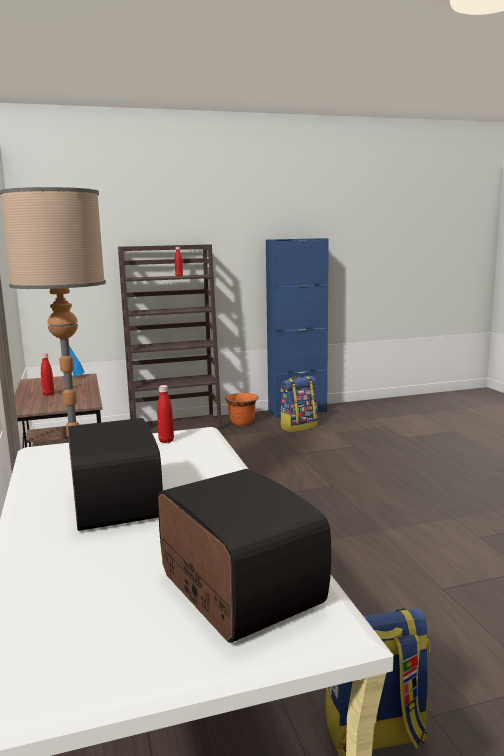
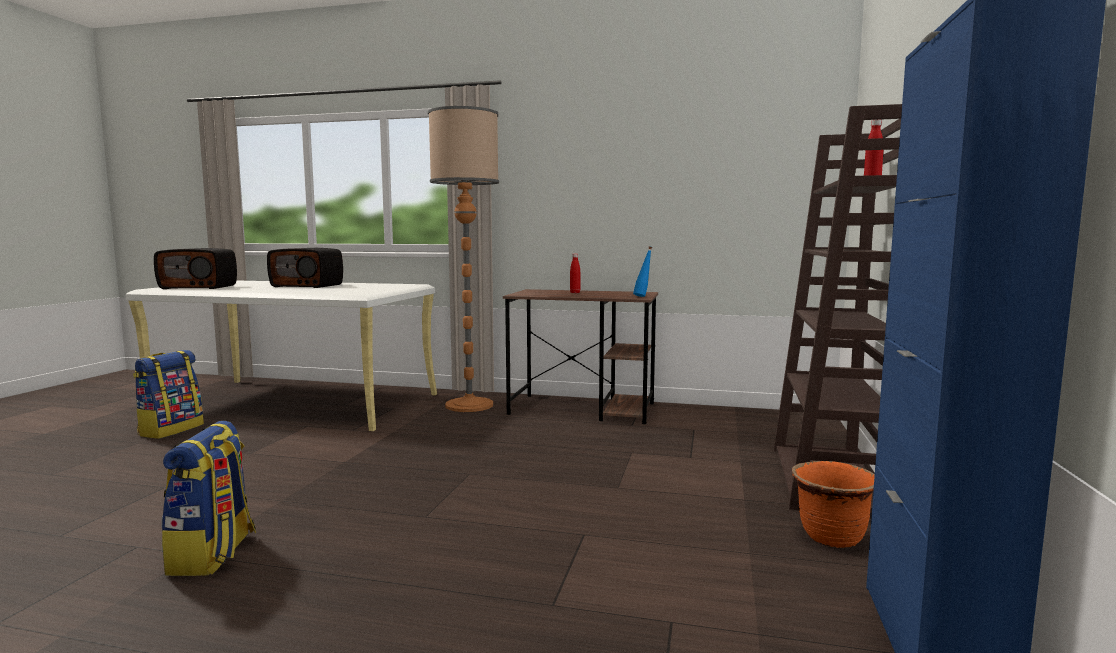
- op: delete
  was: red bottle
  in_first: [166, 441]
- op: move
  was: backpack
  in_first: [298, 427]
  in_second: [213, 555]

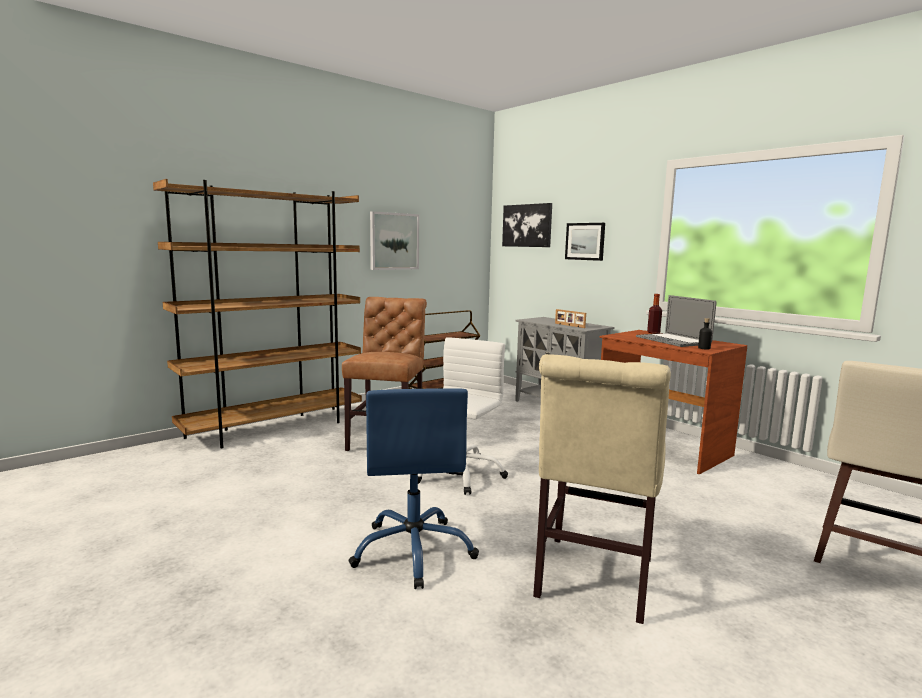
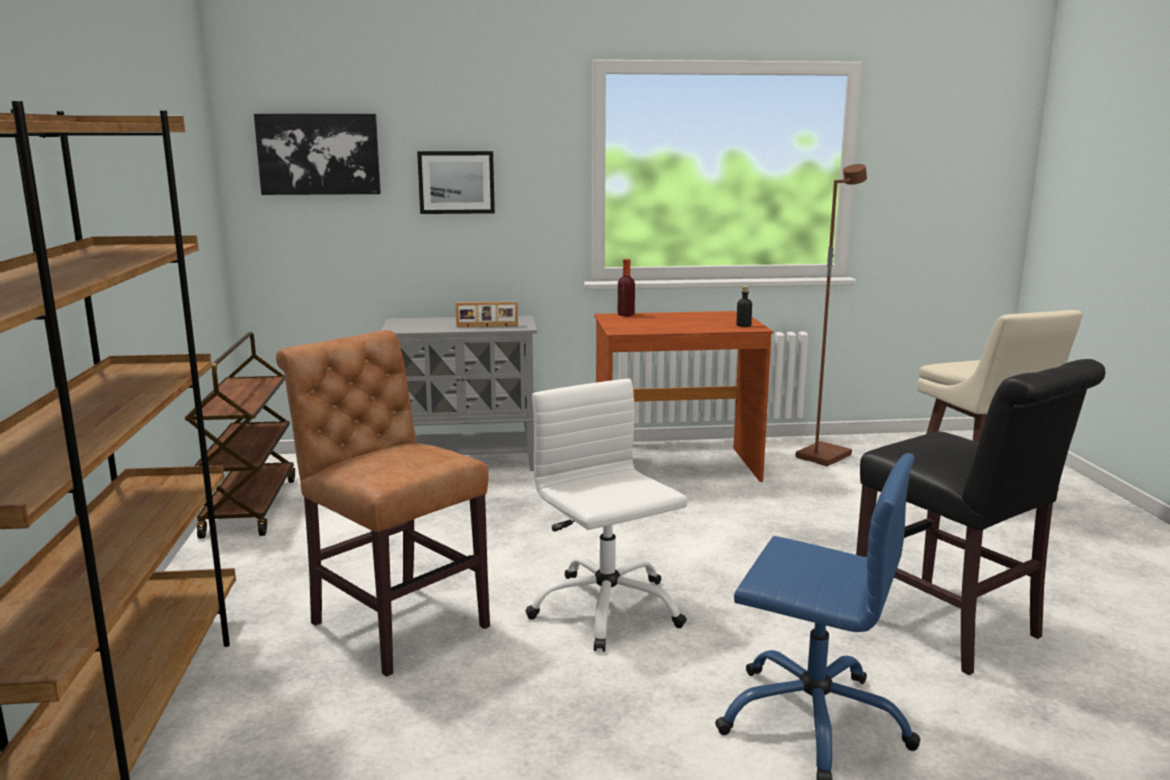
- op: delete
  was: picture
  in_first: [394, 241]
- op: recolor
  was: beige chair
  now: black chair
  in_first: [592, 581]
  in_second: [952, 630]
- op: delete
  was: laptop
  in_first: [672, 340]
- op: insert
  now: brown floor lamp
  in_second: [822, 456]

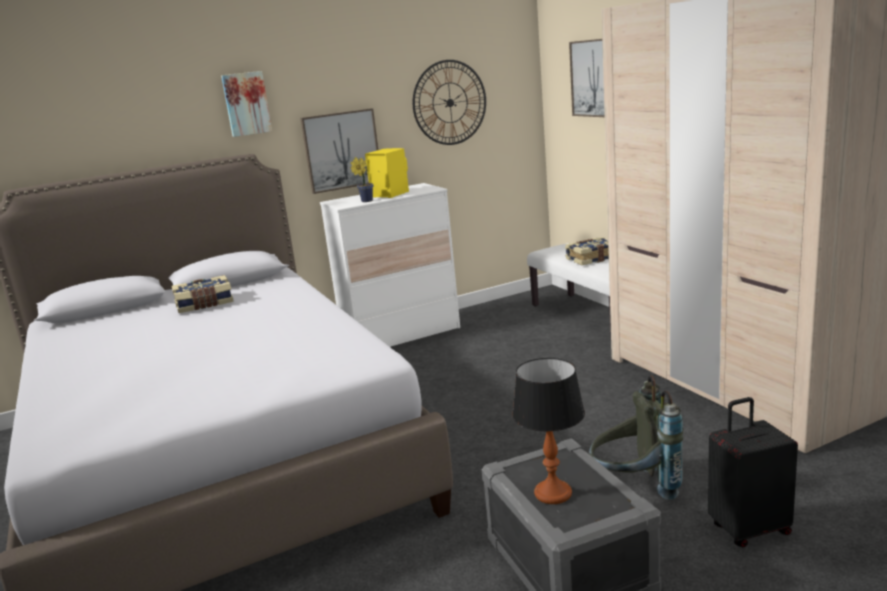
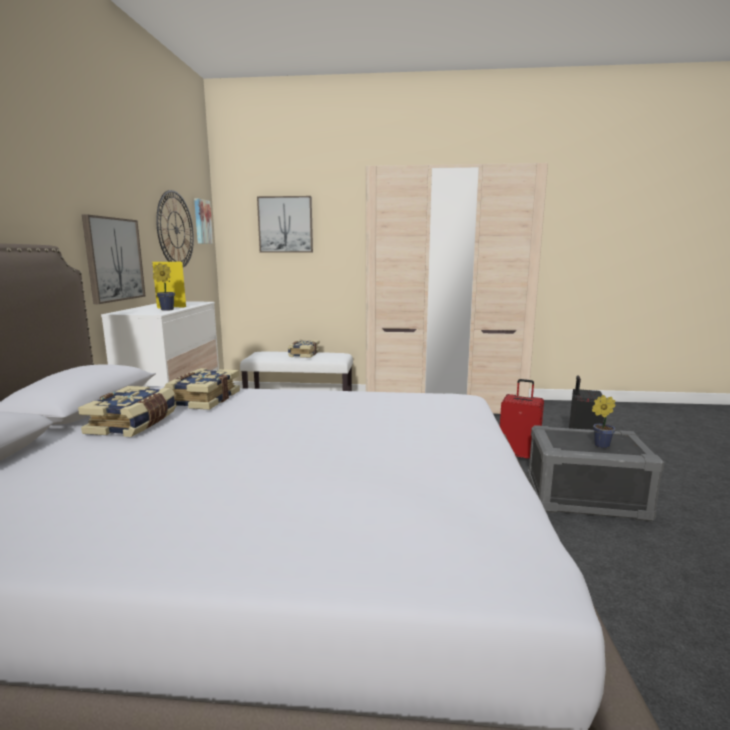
- op: move
  was: picture
  in_first: [246, 103]
  in_second: [202, 221]
- op: replace
  was: table lamp
  now: potted plant
  in_first: [553, 493]
  in_second: [599, 445]
- op: replace
  was: grey backpack
  now: red suitcase
  in_first: [635, 487]
  in_second: [519, 457]
- op: insert
  now: book
  in_second: [203, 400]

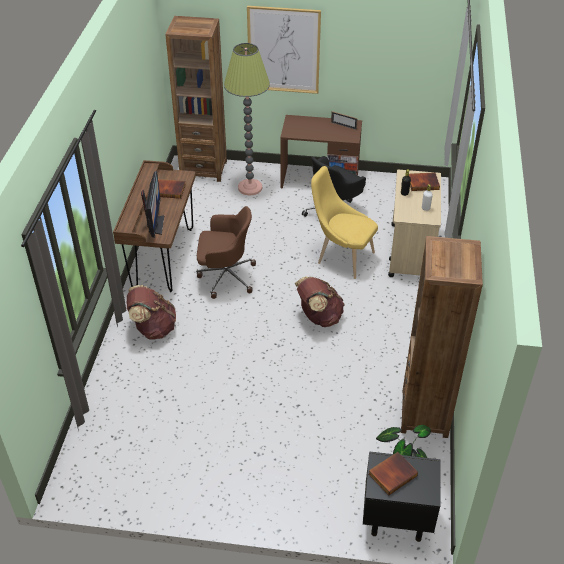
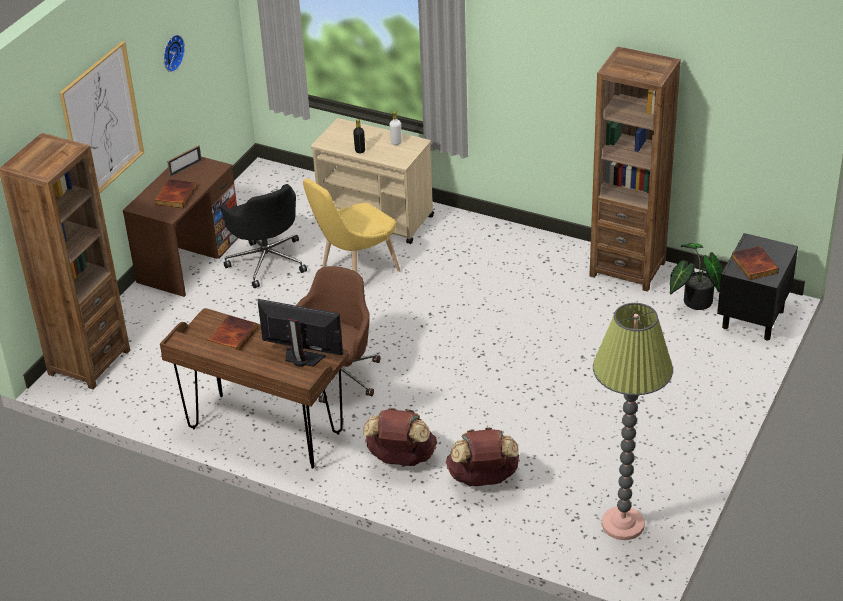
- op: move
  was: floor lamp
  in_first: [250, 188]
  in_second: [623, 524]
- op: move
  was: brown backpack
  in_first: [319, 317]
  in_second: [483, 479]
- op: move
  was: book
  in_first: [423, 183]
  in_second: [175, 195]
- op: insert
  now: wall clock
  in_second: [171, 52]

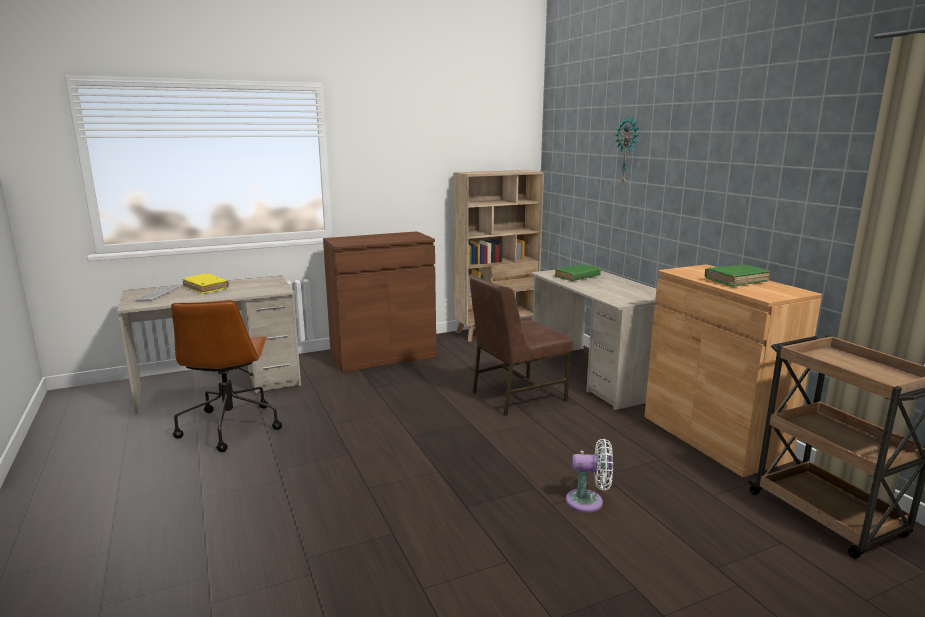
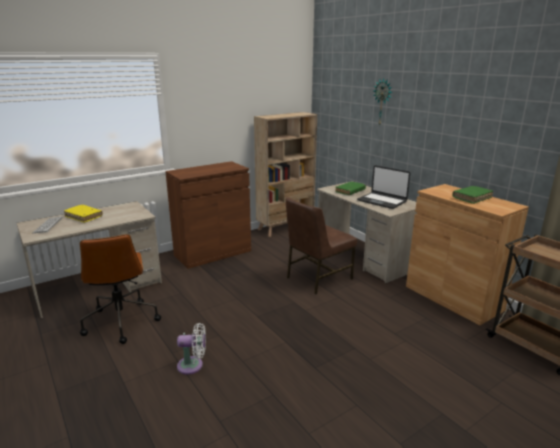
- op: move
  was: white fan
  in_first: [588, 502]
  in_second: [193, 365]
- op: insert
  now: laptop
  in_second: [382, 201]

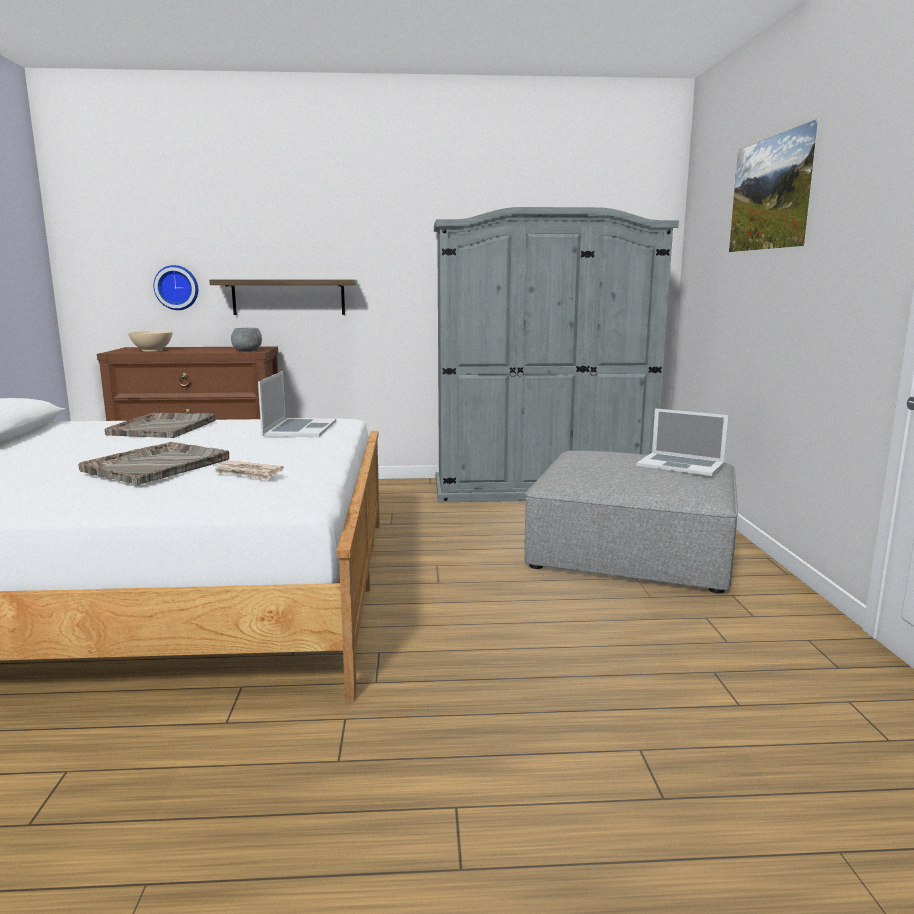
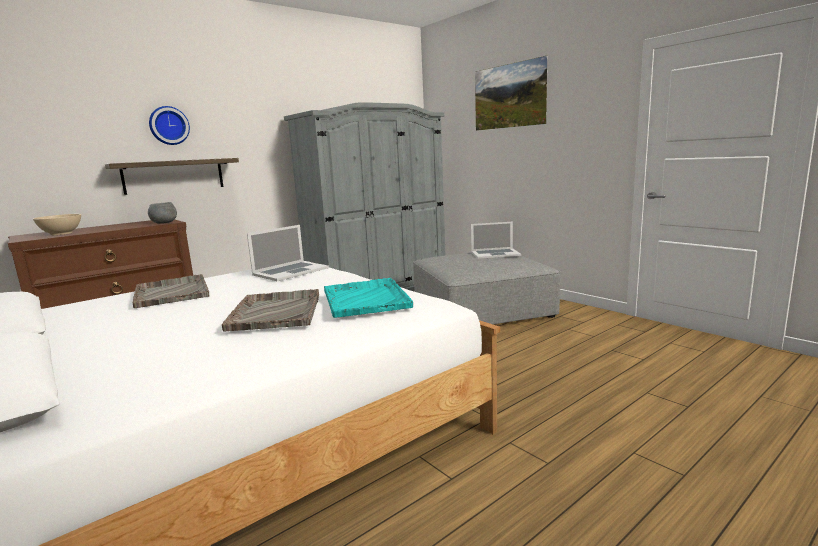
- op: move
  was: wall clock
  in_first: [177, 287]
  in_second: [168, 125]
- op: replace
  was: newspaper
  now: turquoise tray
  in_first: [249, 473]
  in_second: [365, 299]
- op: rotate
  was: laptop
  in_first: [299, 428]
  in_second: [290, 271]
  clockwise: 75

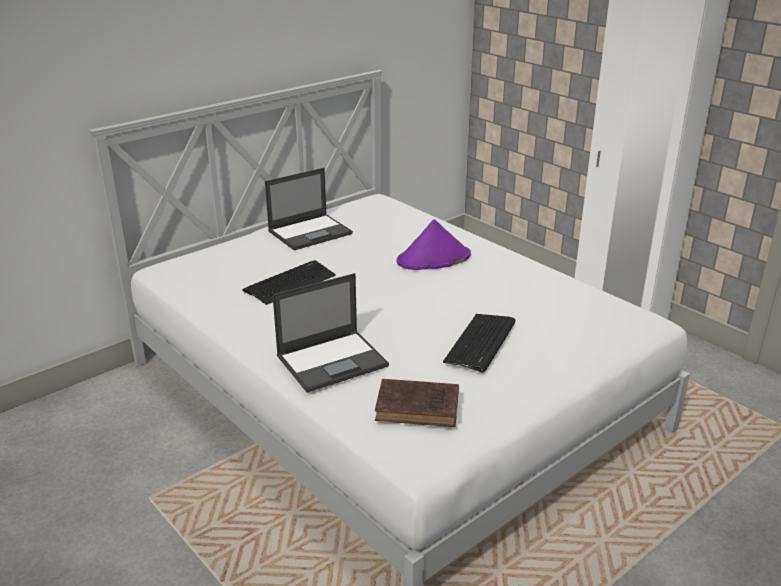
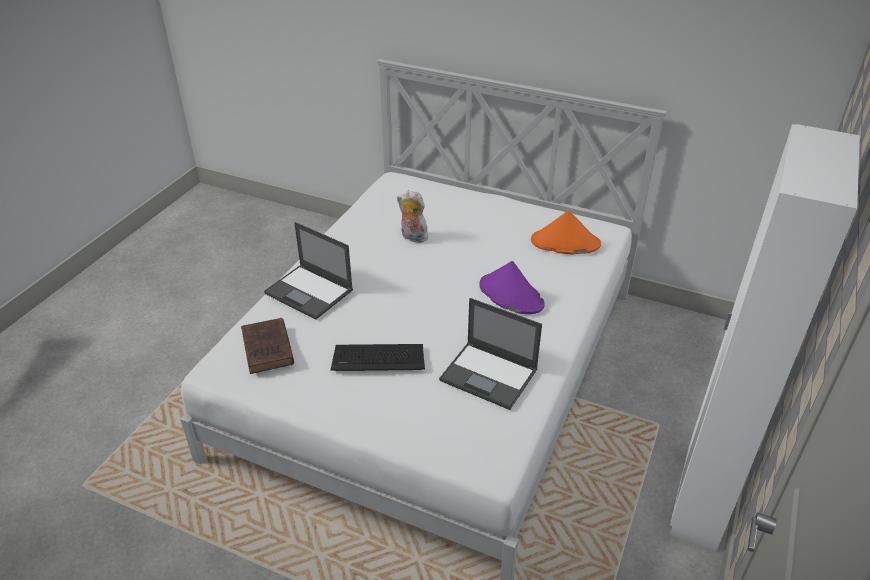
- op: replace
  was: keyboard
  now: plush toy
  in_first: [290, 283]
  in_second: [412, 237]
- op: move
  was: laptop
  in_first: [311, 232]
  in_second: [490, 375]
- op: insert
  now: orange hat
  in_second: [565, 243]

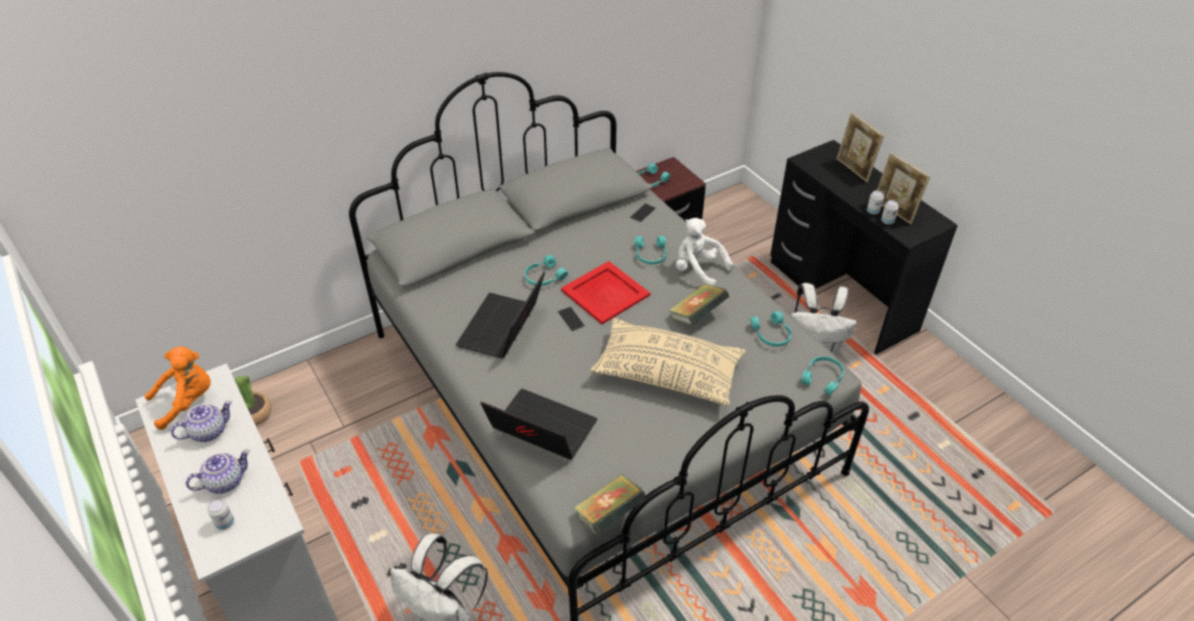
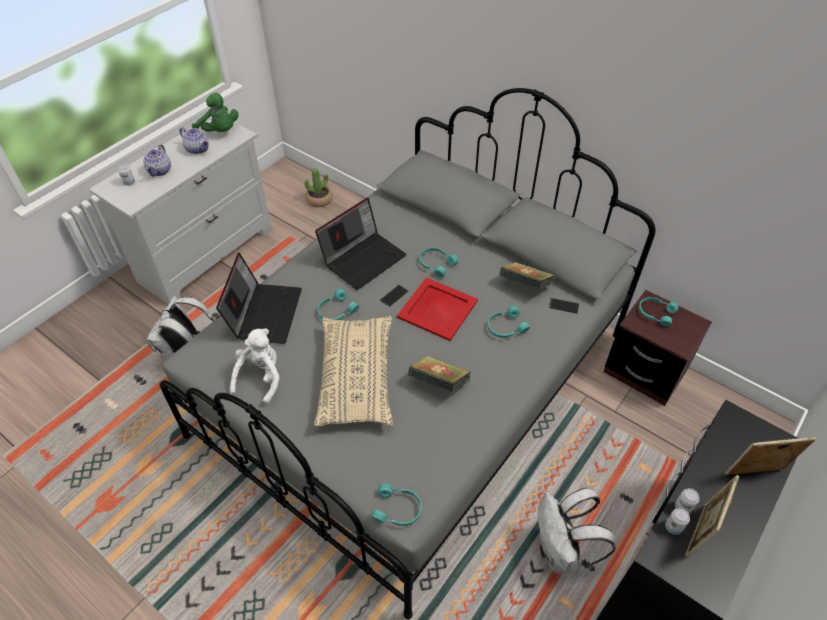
- op: recolor
  was: orange plush toy
  now: green plush toy
  in_first: [187, 401]
  in_second: [220, 131]
- op: rotate
  was: teapot
  in_first: [224, 482]
  in_second: [160, 170]
  clockwise: 60
- op: rotate
  was: laptop
  in_first: [502, 329]
  in_second: [363, 258]
  clockwise: 135
- op: move
  was: book
  in_first: [609, 515]
  in_second: [525, 285]
- op: move
  was: white plush toy
  in_first: [698, 270]
  in_second: [260, 378]
- op: move
  was: turquoise headphones
  in_first: [771, 334]
  in_second: [336, 311]
- op: rotate
  was: picture frame
  in_first: [853, 170]
  in_second: [754, 474]
  clockwise: 45

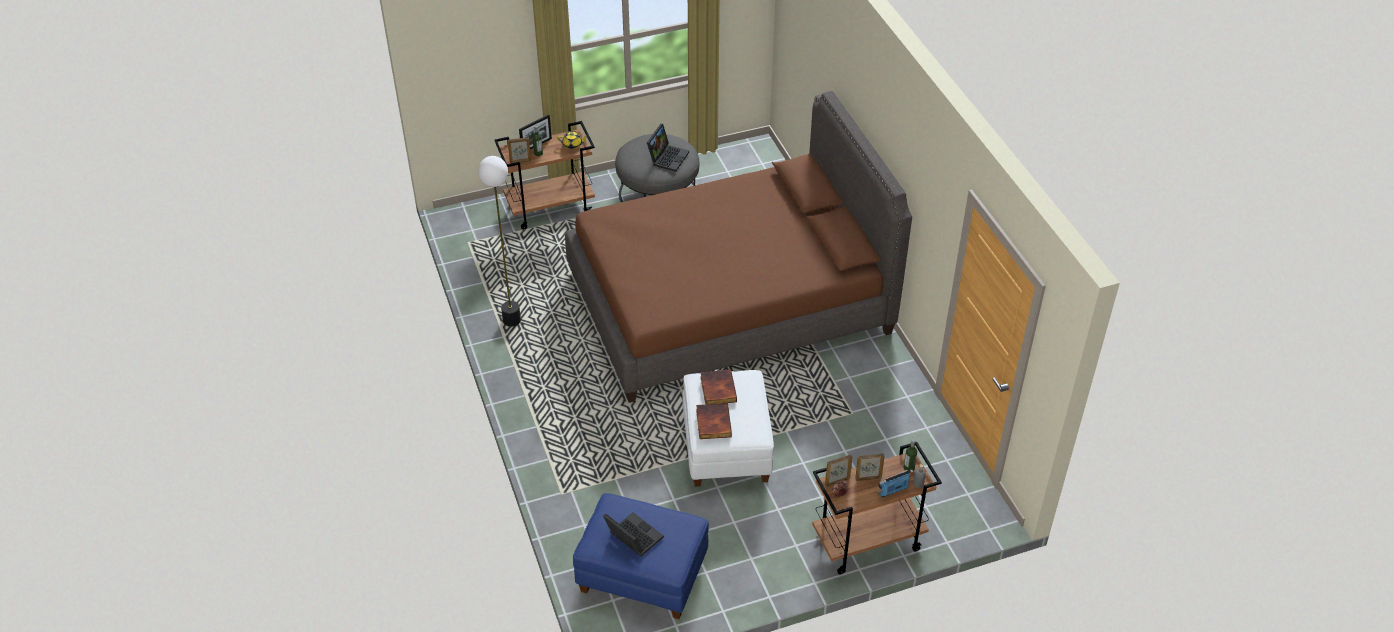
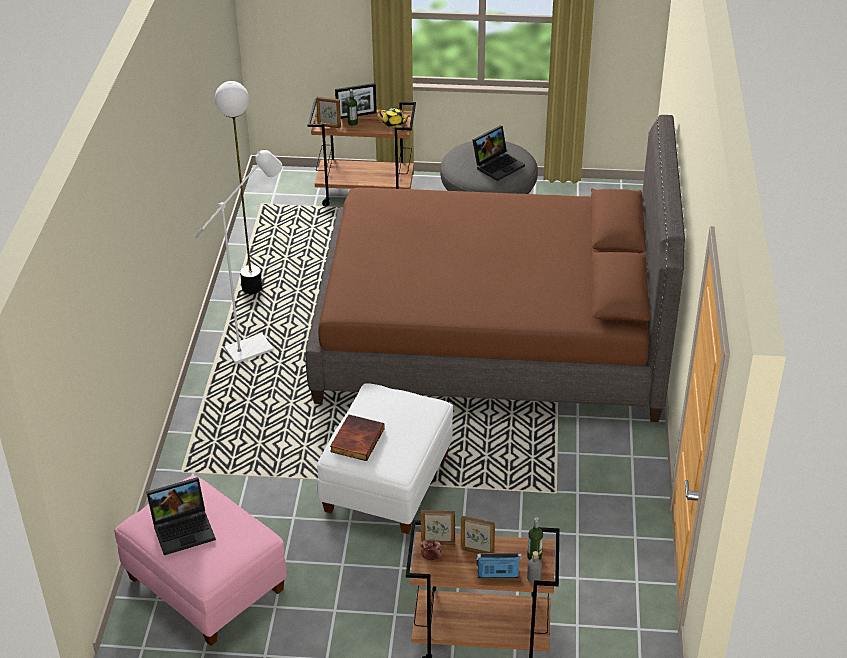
- op: recolor
  was: blue ottoman
  now: pink ottoman
  in_first: [642, 575]
  in_second: [205, 585]
- op: rotate
  was: laptop
  in_first: [632, 537]
  in_second: [184, 528]
  clockwise: 90
- op: delete
  was: book
  in_first: [717, 389]
- op: insert
  now: white floor lamp
  in_second: [257, 347]

